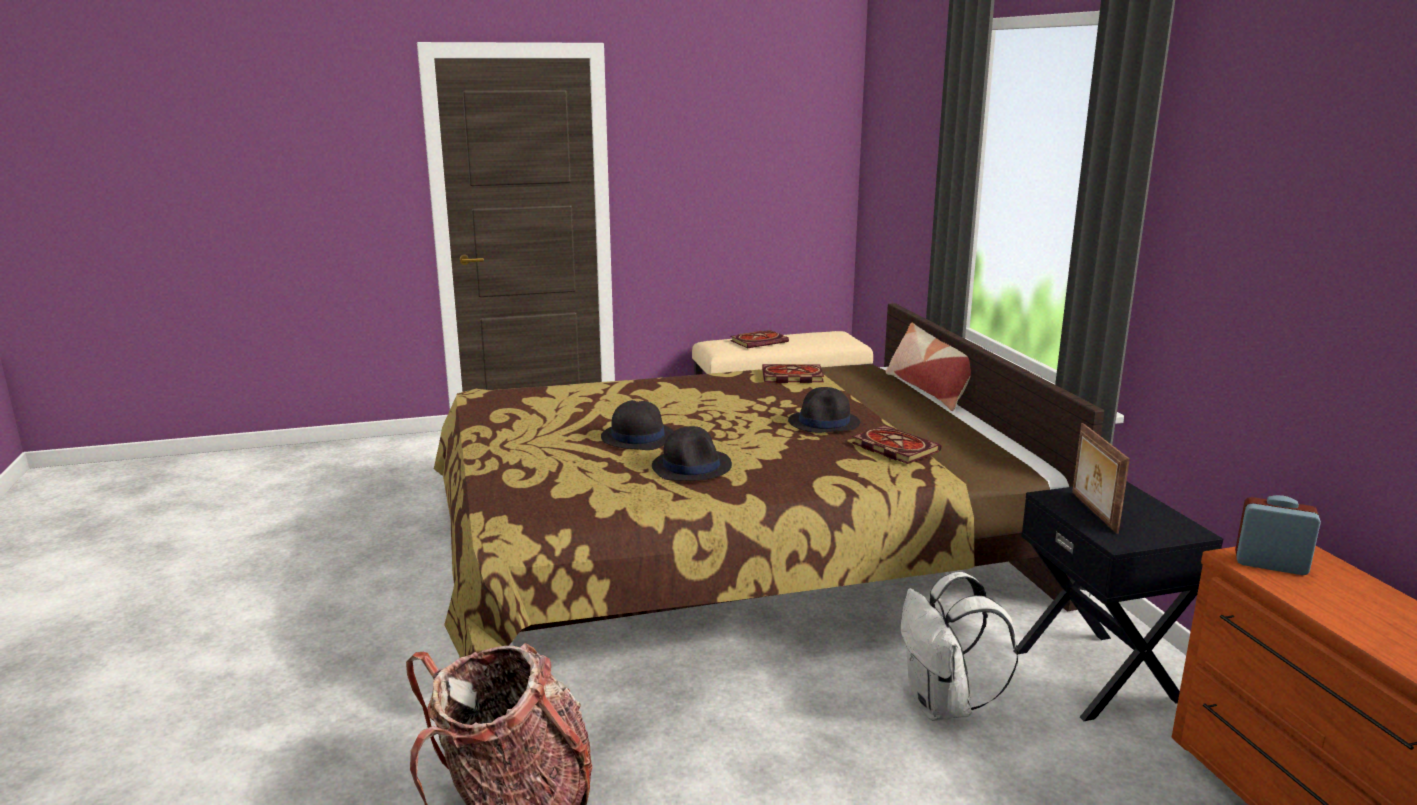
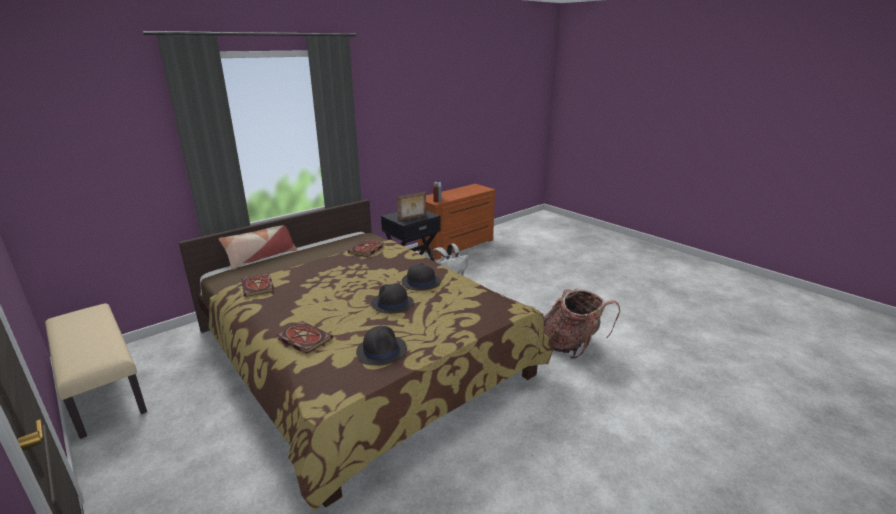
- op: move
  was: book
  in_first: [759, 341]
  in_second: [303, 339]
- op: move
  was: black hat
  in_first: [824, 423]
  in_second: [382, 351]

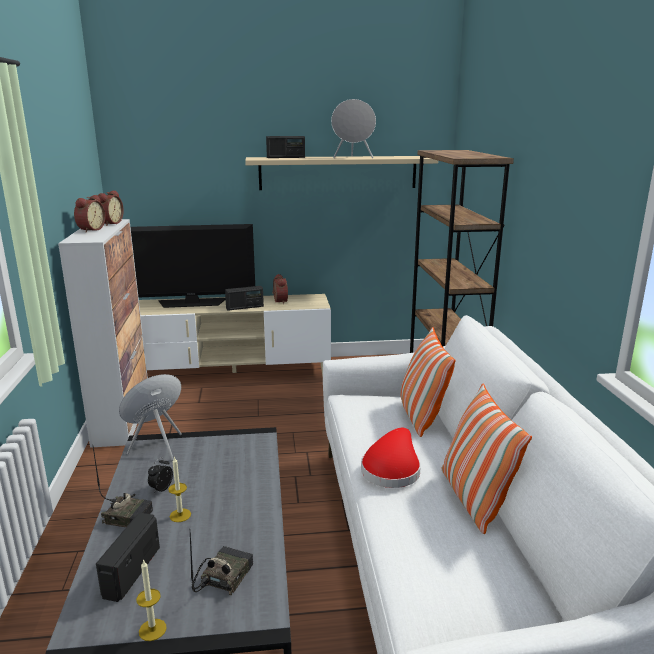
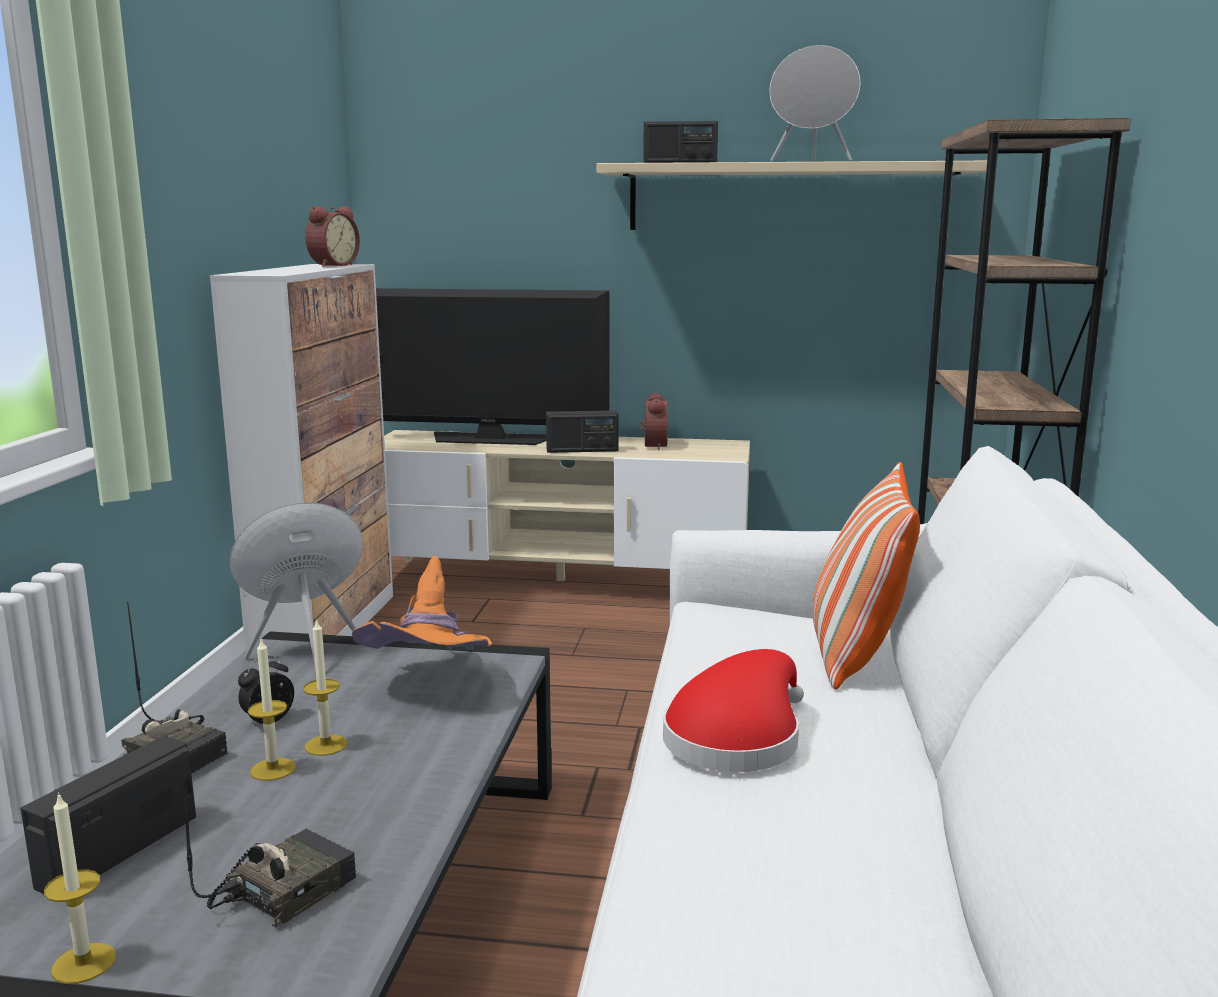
- op: delete
  was: alarm clock
  in_first: [90, 230]
- op: delete
  was: pillow
  in_first: [474, 499]
- op: insert
  now: candle
  in_second: [326, 745]
- op: insert
  now: orange hat
  in_second: [432, 686]

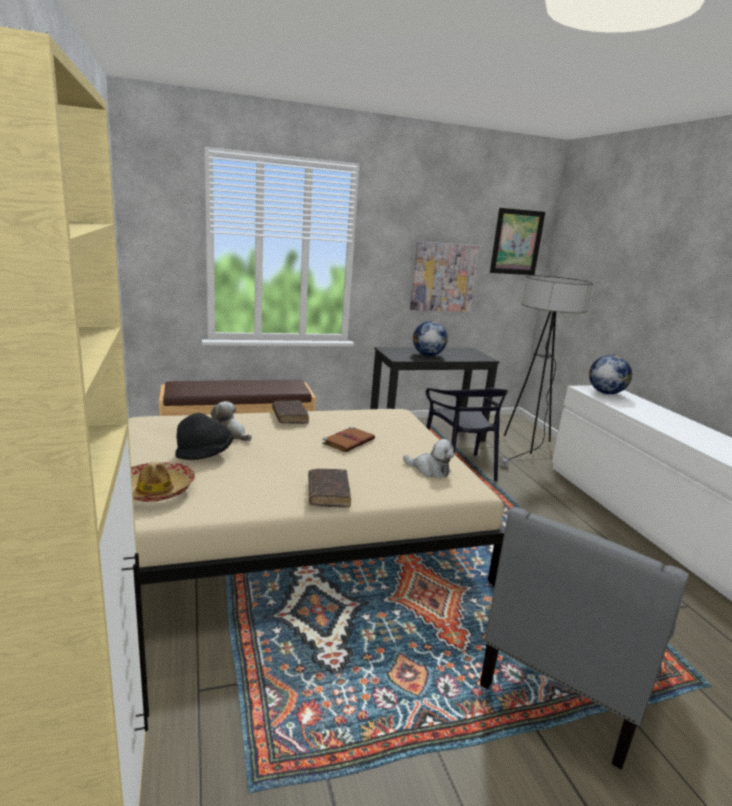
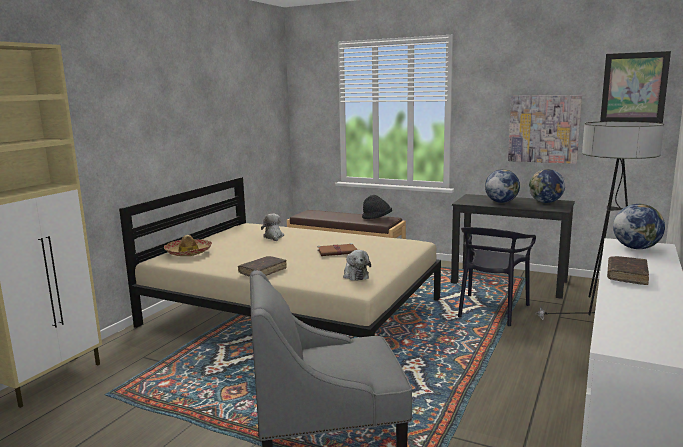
- op: move
  was: black hat
  in_first: [205, 454]
  in_second: [377, 219]
- op: move
  was: brown book
  in_first: [290, 417]
  in_second: [626, 275]
- op: insert
  now: globe
  in_second: [545, 202]

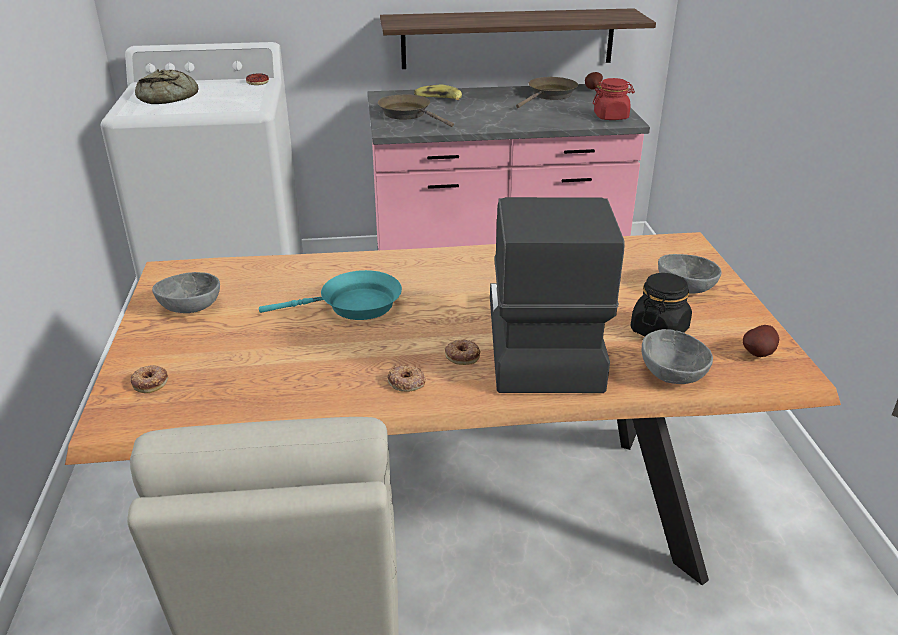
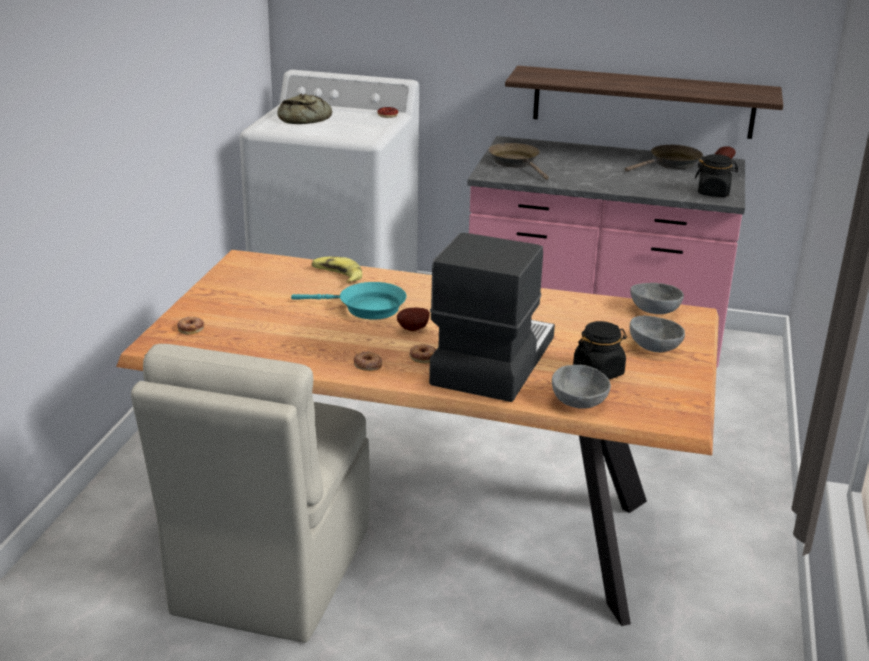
- op: move
  was: grey bowl
  in_first: [190, 307]
  in_second: [654, 310]
- op: move
  was: banana
  in_first: [438, 99]
  in_second: [337, 276]
- op: recolor
  was: red jar
  now: black jar
  in_first: [611, 117]
  in_second: [713, 193]
- op: move
  was: potato
  in_first: [759, 354]
  in_second: [414, 330]

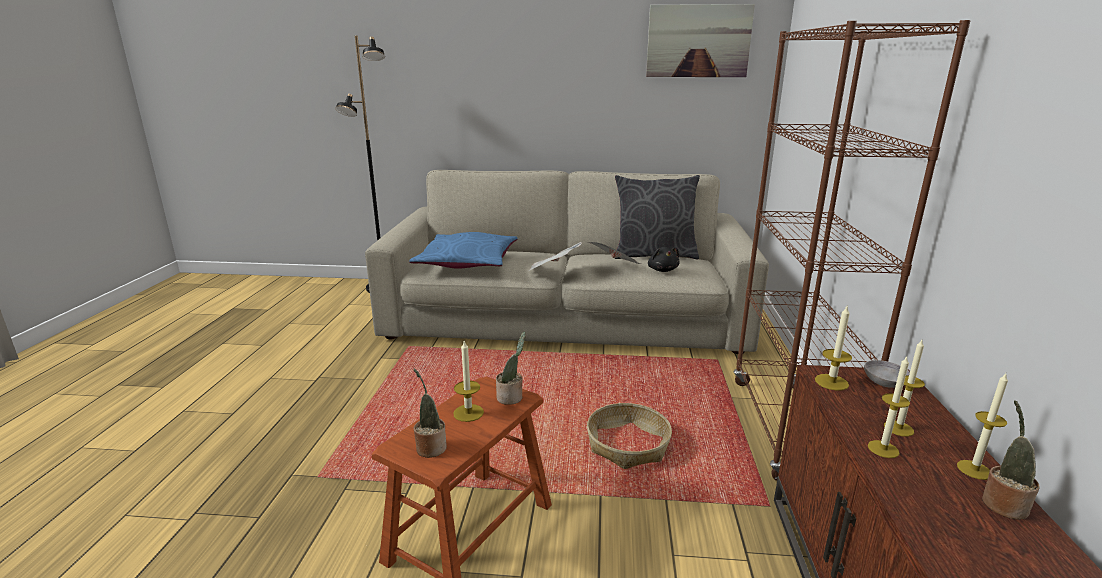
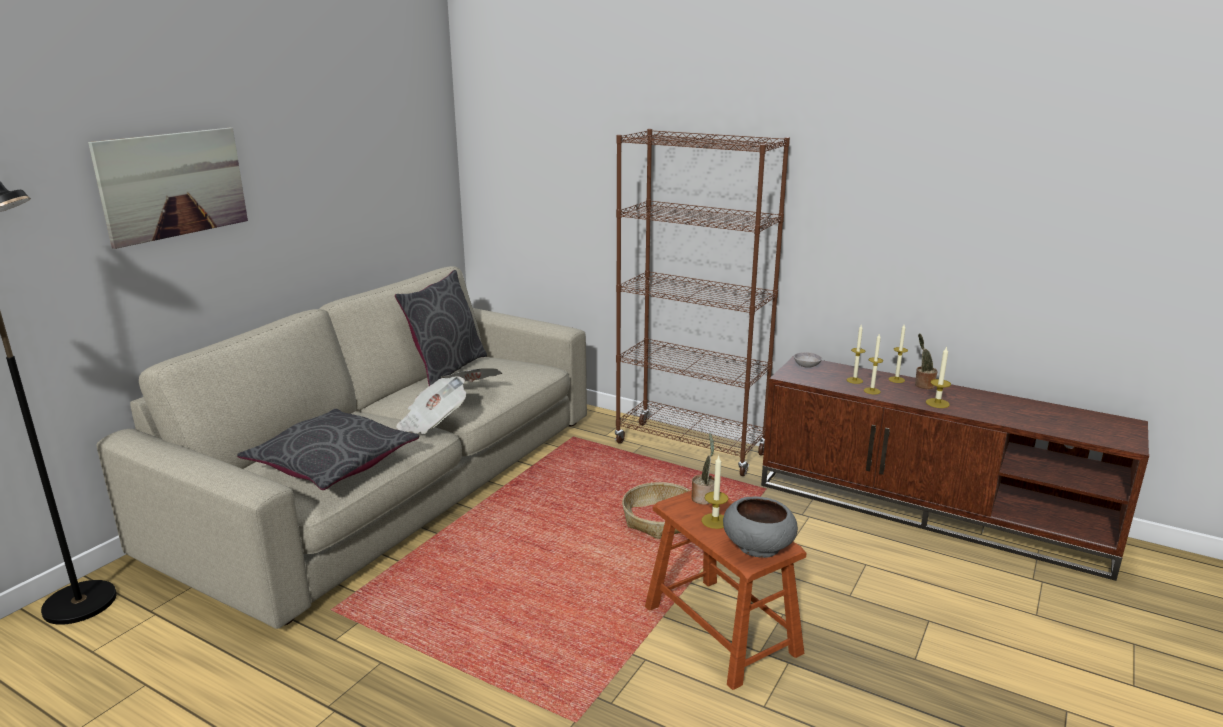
- op: recolor
  was: blue pillow
  now: grey pillow
  in_first: [467, 262]
  in_second: [332, 463]
- op: replace
  was: potted plant
  now: grey bowl
  in_first: [430, 447]
  in_second: [758, 546]
- op: move
  was: picture
  in_first: [698, 41]
  in_second: [173, 184]
- op: delete
  was: black plush toy
  in_first: [662, 270]
- op: move
  was: candle
  in_first: [831, 382]
  in_second: [937, 403]

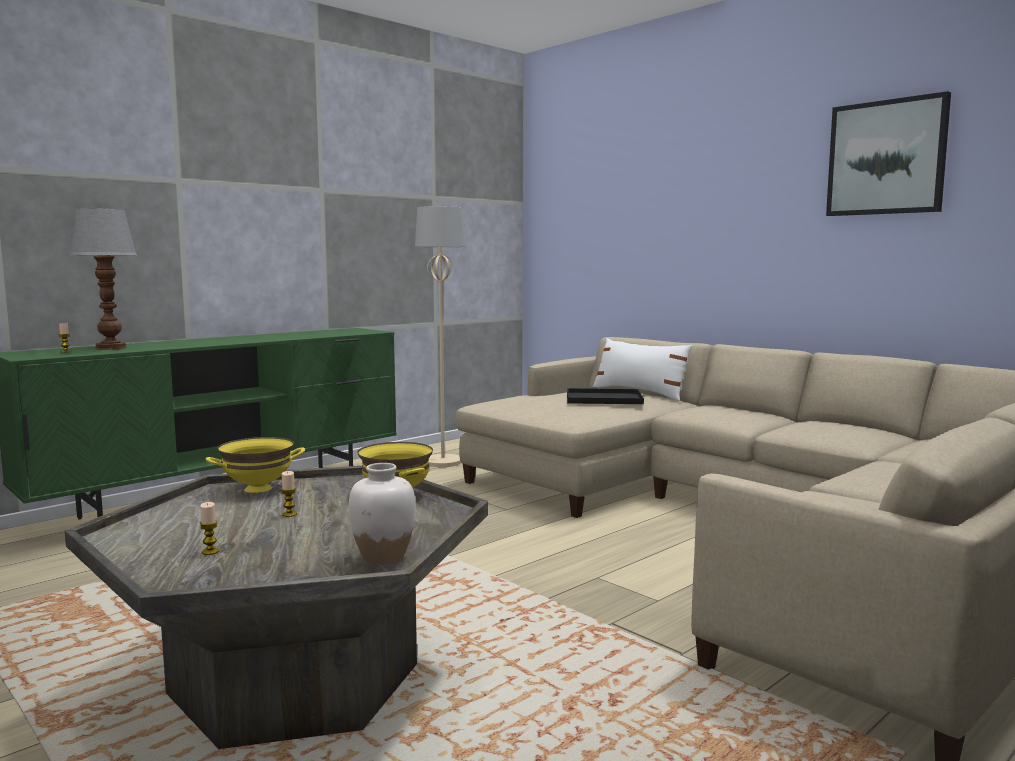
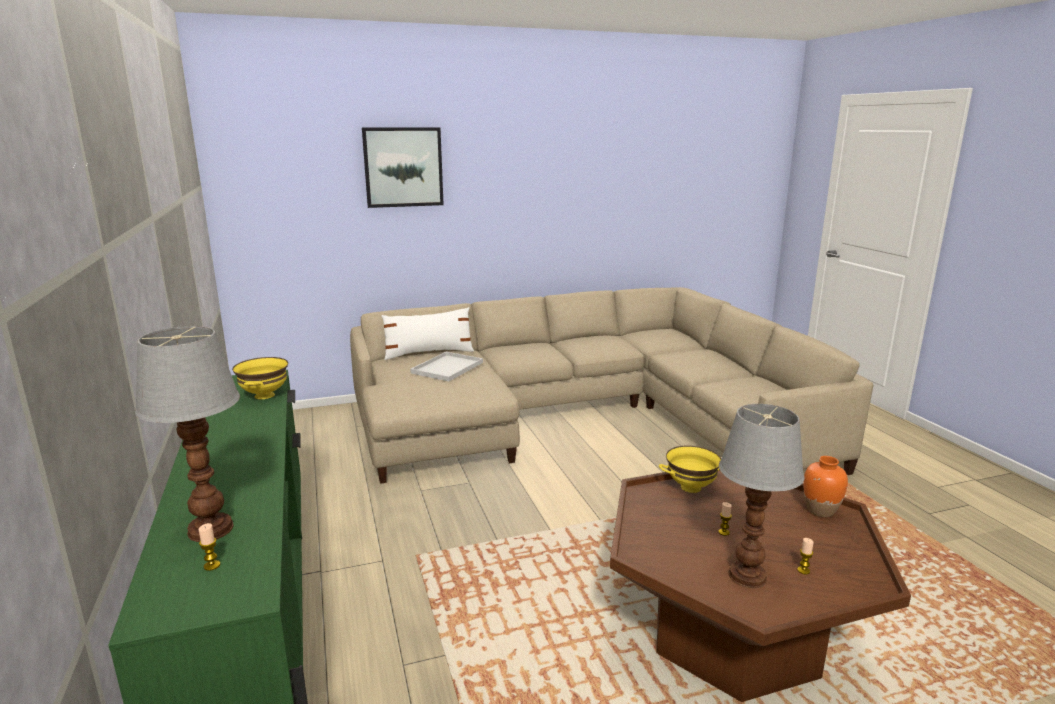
- op: recolor
  was: grey coffee table
  now: brown coffee table
  in_first: [297, 679]
  in_second: [732, 633]
- op: move
  was: yellow bowl
  in_first: [258, 489]
  in_second: [265, 395]
- op: recolor
  was: white vase
  now: orange vase
  in_first: [383, 557]
  in_second: [820, 511]
- op: delete
  was: beige floor lamp
  in_first: [443, 462]
- op: recolor
  was: black tray
  now: white tray
  in_first: [602, 398]
  in_second: [447, 368]
- op: move
  was: picture
  in_first: [886, 158]
  in_second: [403, 167]
- op: insert
  now: table lamp
  in_second: [747, 575]

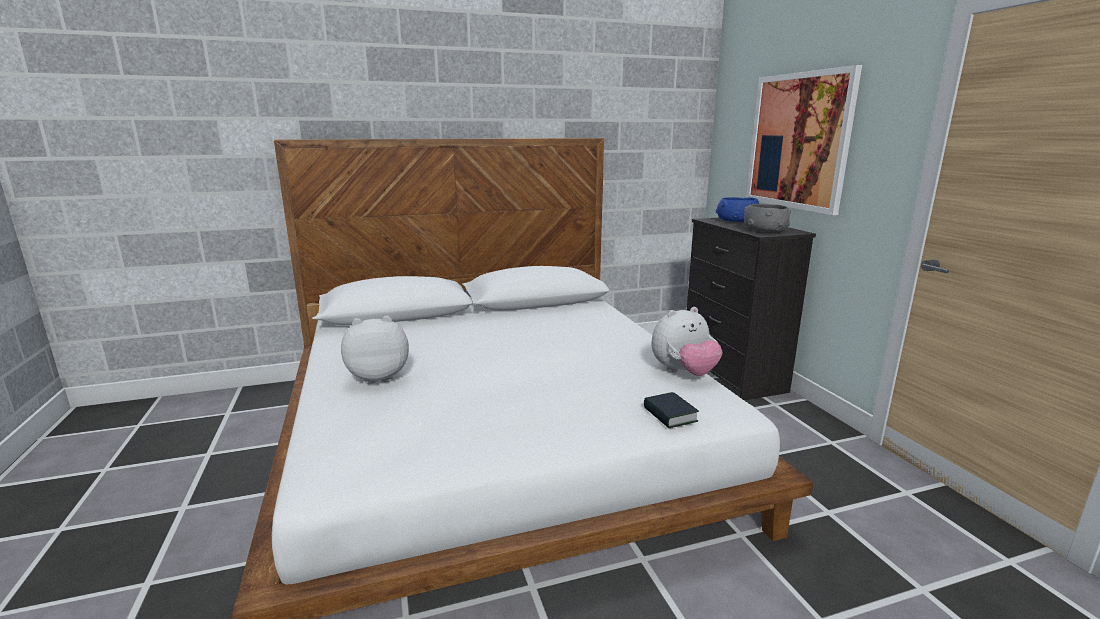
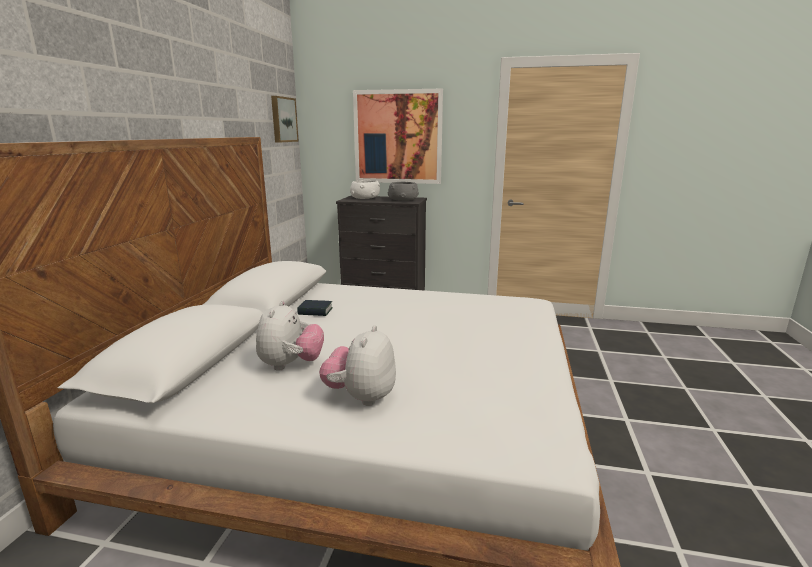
- op: move
  was: book
  in_first: [670, 415]
  in_second: [315, 311]
- op: move
  was: plush toy
  in_first: [683, 373]
  in_second: [291, 365]
- op: recolor
  was: blue bowl
  now: white bowl
  in_first: [736, 221]
  in_second: [365, 198]
- op: insert
  now: picture
  in_second: [283, 119]

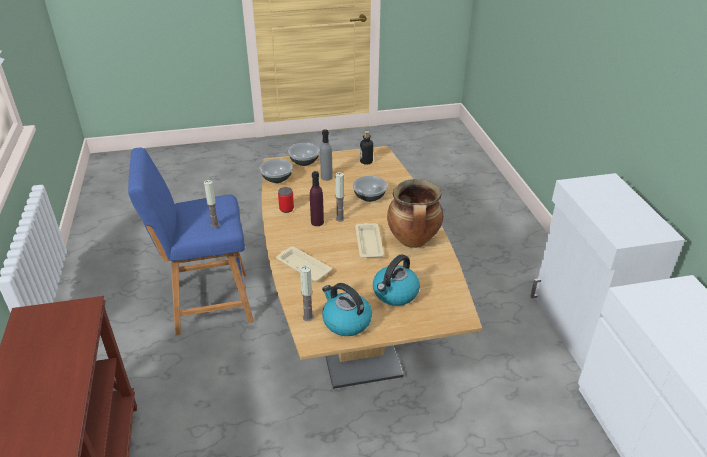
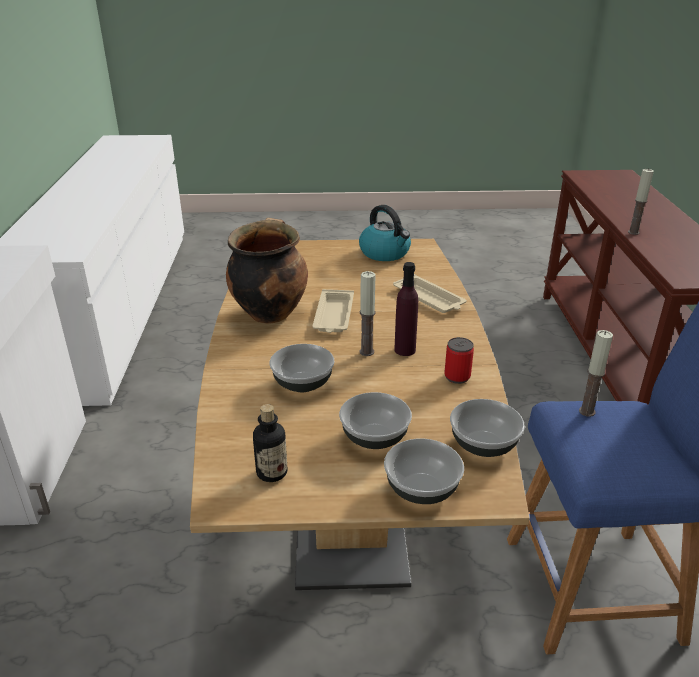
- op: move
  was: candle
  in_first: [308, 317]
  in_second: [633, 232]
- op: replace
  was: grey bottle
  now: bowl
  in_first: [326, 177]
  in_second: [374, 437]
- op: delete
  was: kettle
  in_first: [395, 293]

